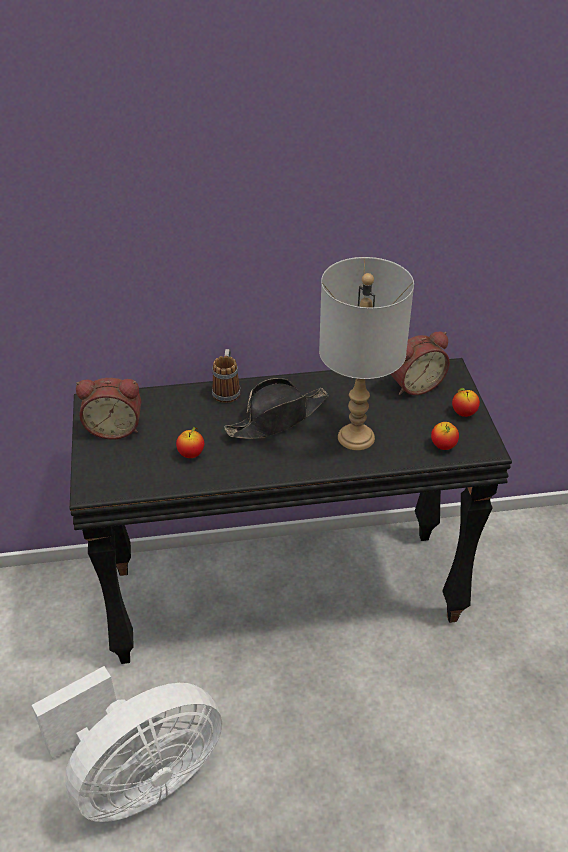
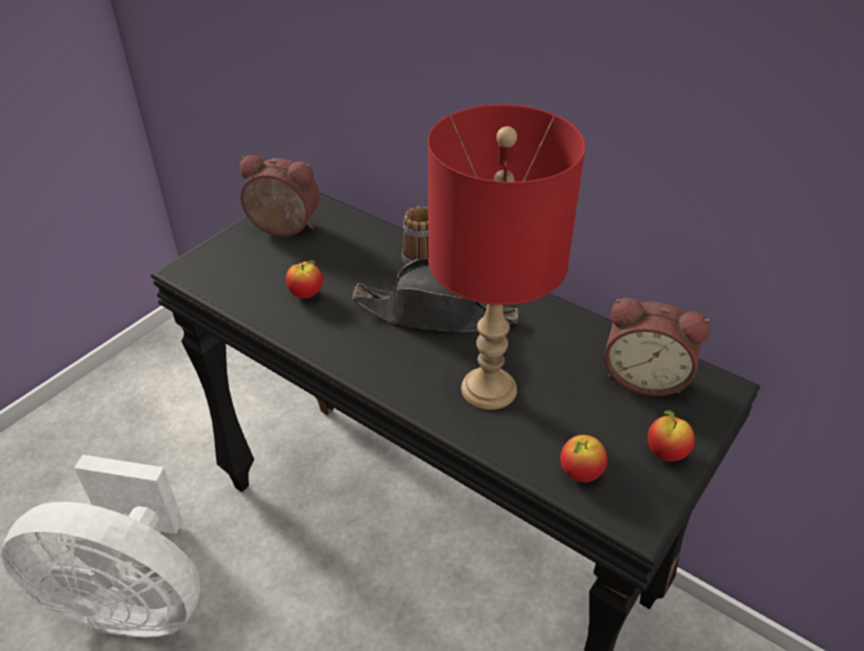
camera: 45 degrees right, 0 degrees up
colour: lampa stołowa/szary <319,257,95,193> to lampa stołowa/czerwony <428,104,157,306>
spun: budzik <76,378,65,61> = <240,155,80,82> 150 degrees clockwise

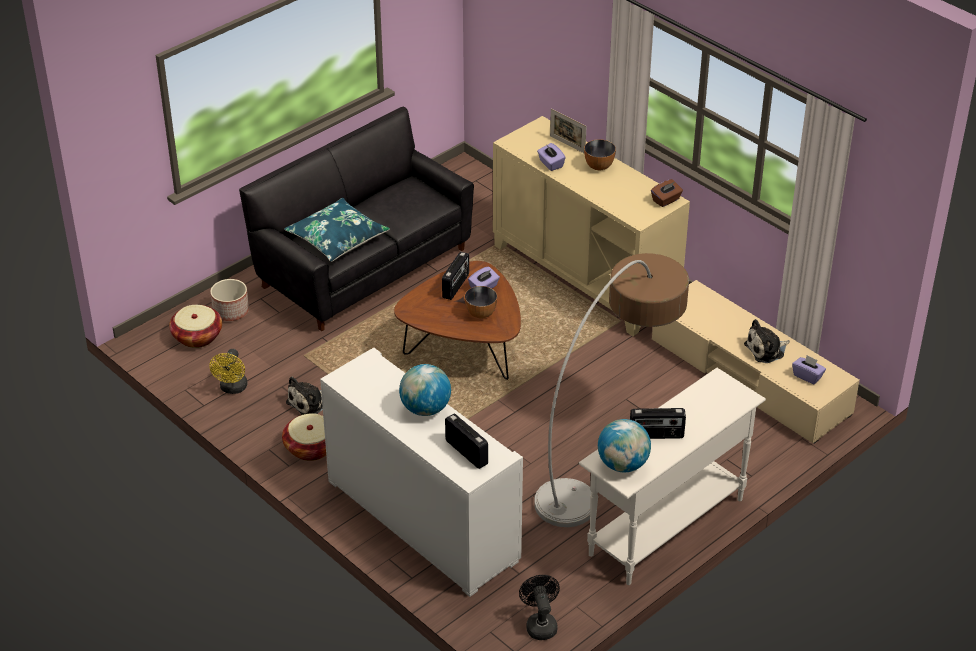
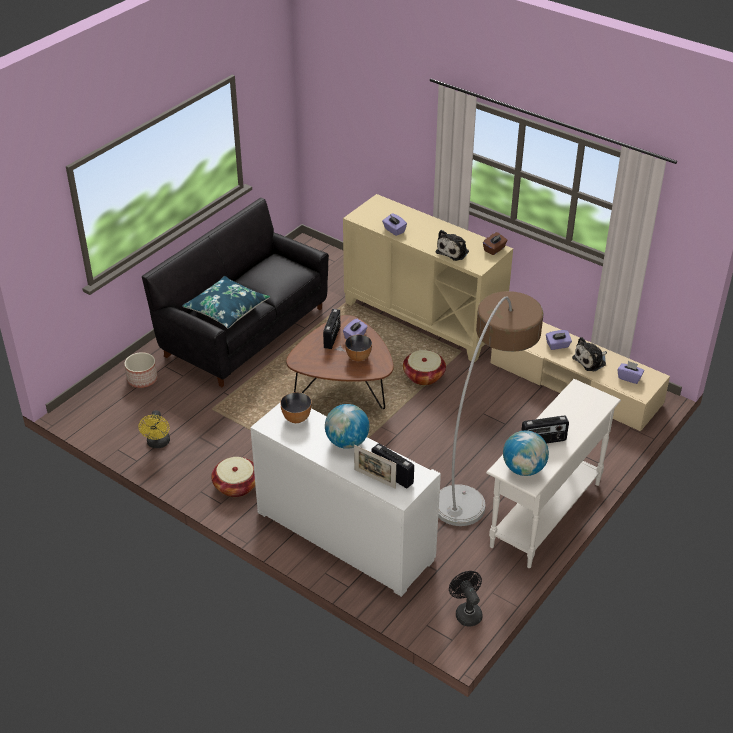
camera: 10 degrees left, 0 degrees up
appeared: pudełko chusteczek/fioletowy <546,330,26,20>
relocated: ramka na zdjęcie <550,108,37,45> to <354,445,42,44>; miska <584,139,32,31> to <280,392,32,31>; koszyk <169,305,53,43> to <403,350,43,35>; pluszak <286,377,37,38> to <436,230,33,31>

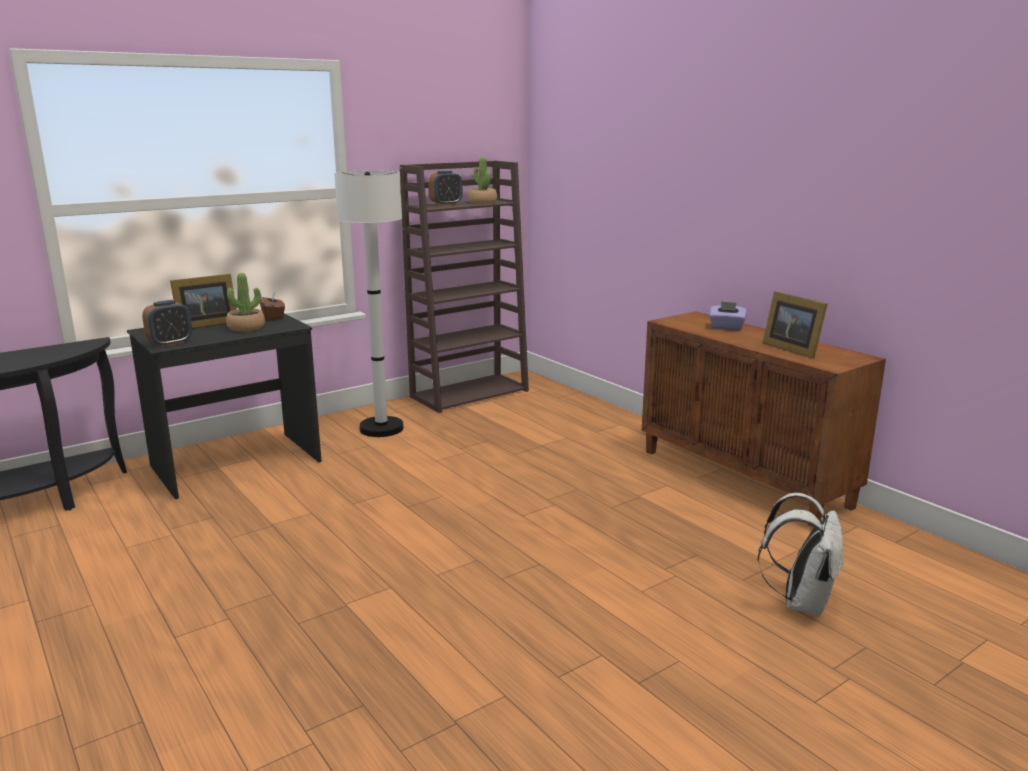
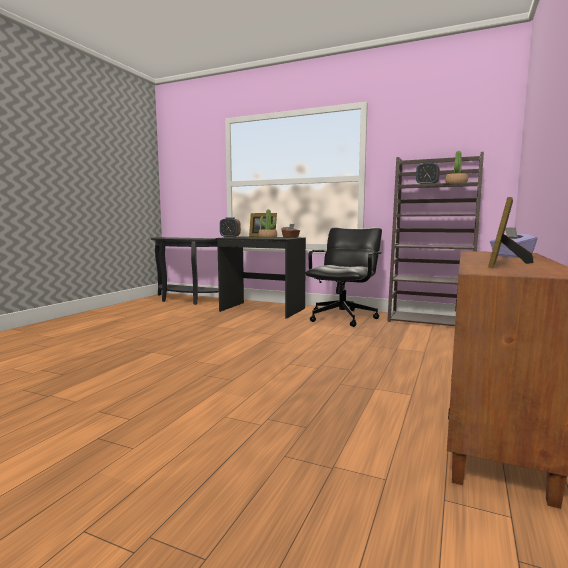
camera: 60 degrees right, 10 degrees down
missing: plecak/biały <758,493,86,124>
exchanged: lampa stojąca/biały <334,170,70,267> to krzesło biurowe/czarny <305,227,77,100>

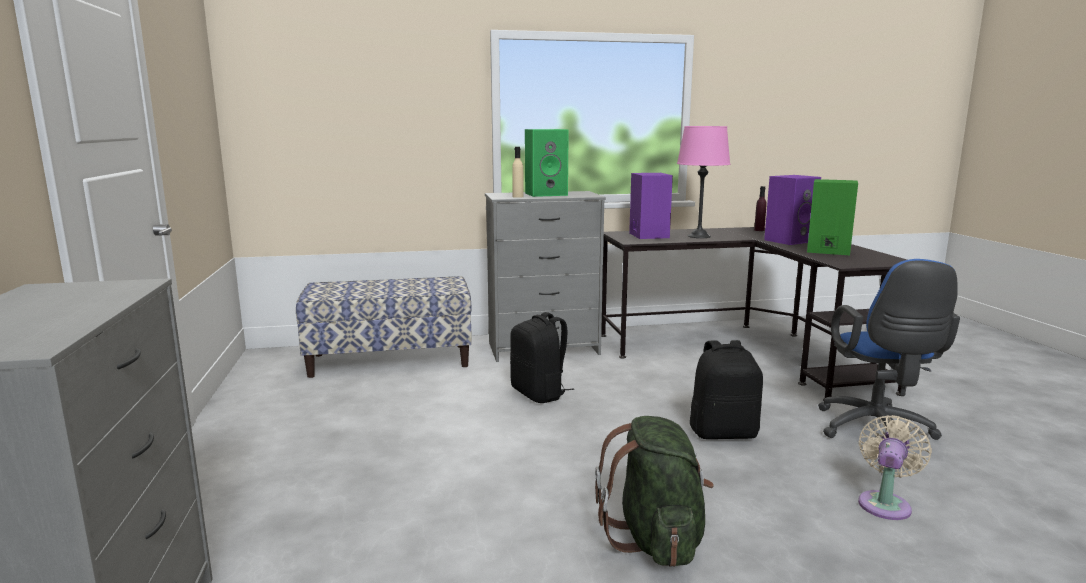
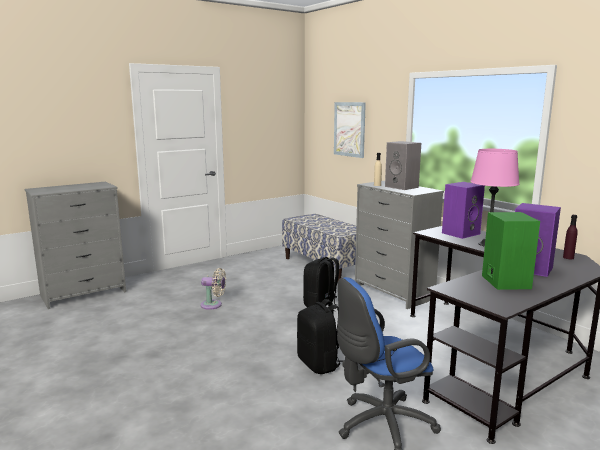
camera: 65 degrees right, 0 degrees up
missing: plecak/zielony <595,416,119,151>
appeared: obraz <334,102,32,56>
relocated: wentylator/beżowy <858,415,74,105> to <200,268,26,42>
colour: głośnik/zielony <525,129,44,68> to głośnik/szary <385,141,36,49>

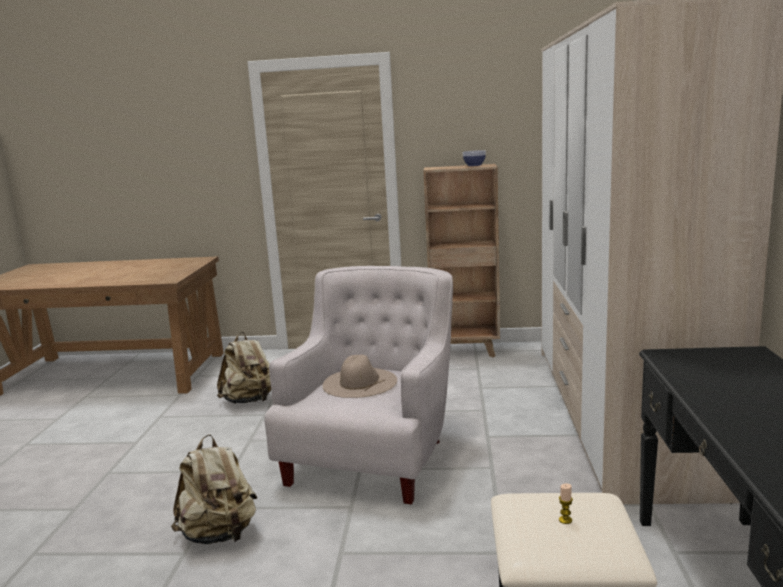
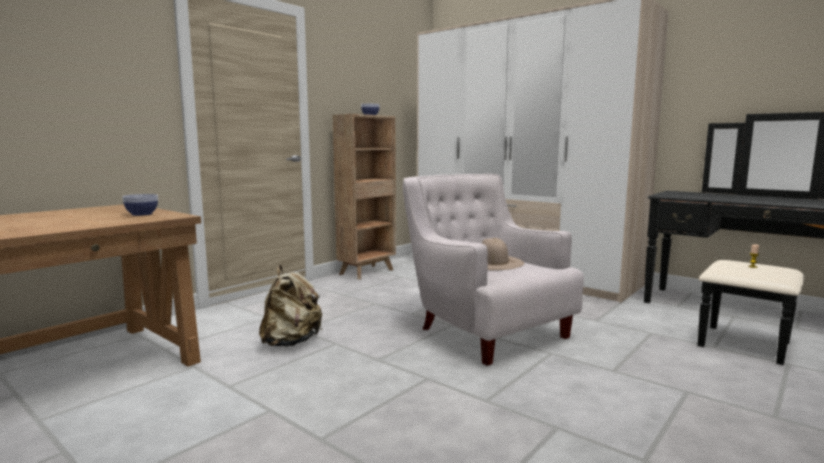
camera: 55 degrees left, 5 degrees down
missing: plecak/beżowy <171,434,87,110>
appeared: miska <122,194,36,22>

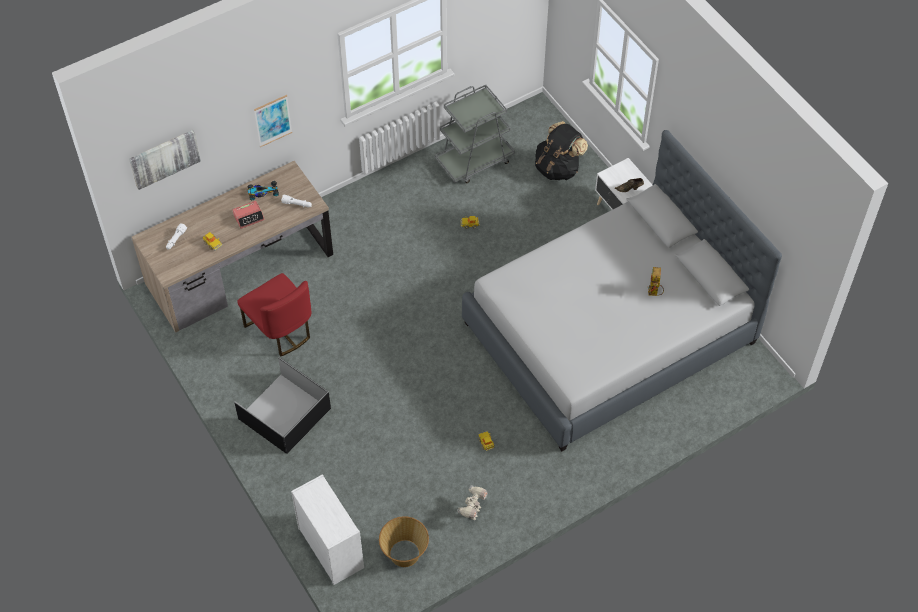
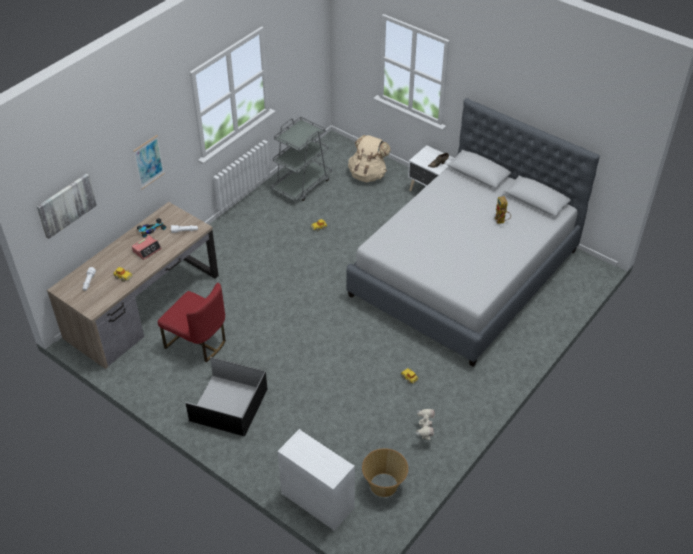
camera: 20 degrees left, 10 degrees down
colour: plecak/czarny <535,121,53,59> to plecak/beżowy <348,135,43,47>

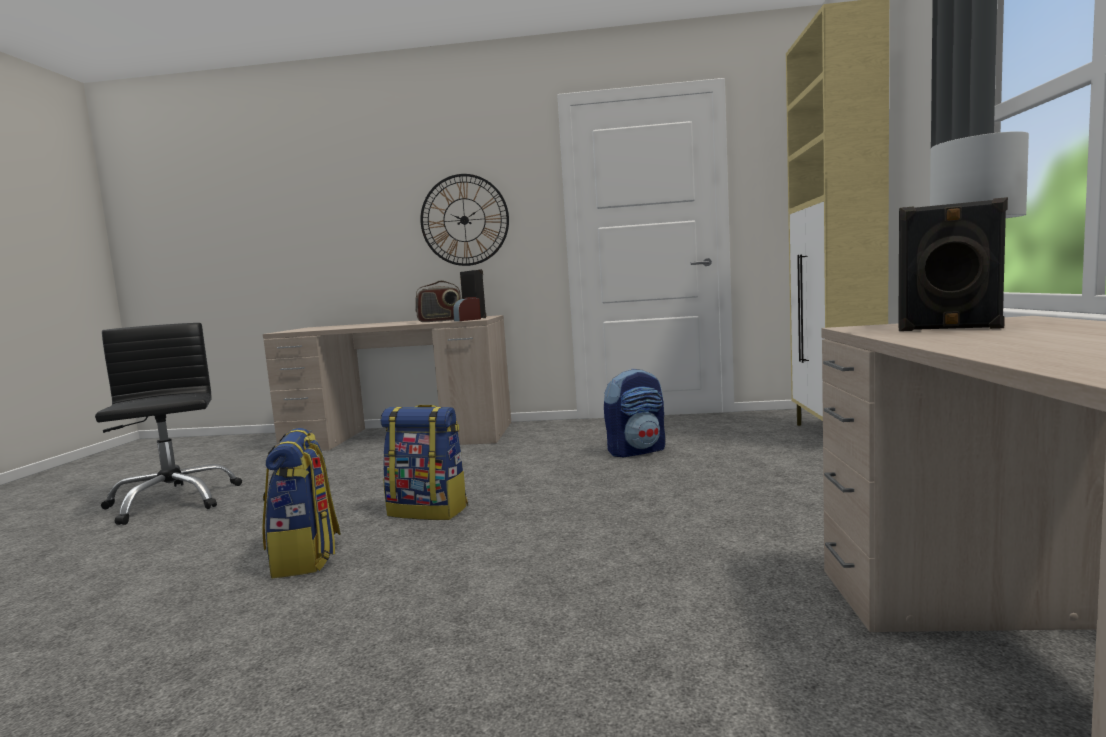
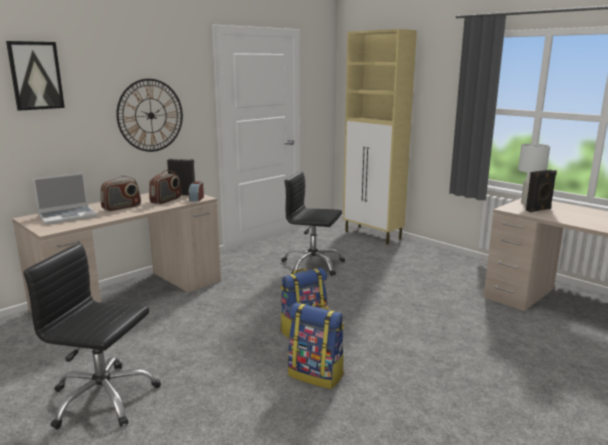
camera: 50 degrees left, 10 degrees up
appeared: obraz <6,41,59,70>; laptop <32,173,65,52>; radio <101,176,40,35>
exchanged: plecak <604,369,61,88> to krzesło biurowe/czarny <281,171,64,105>

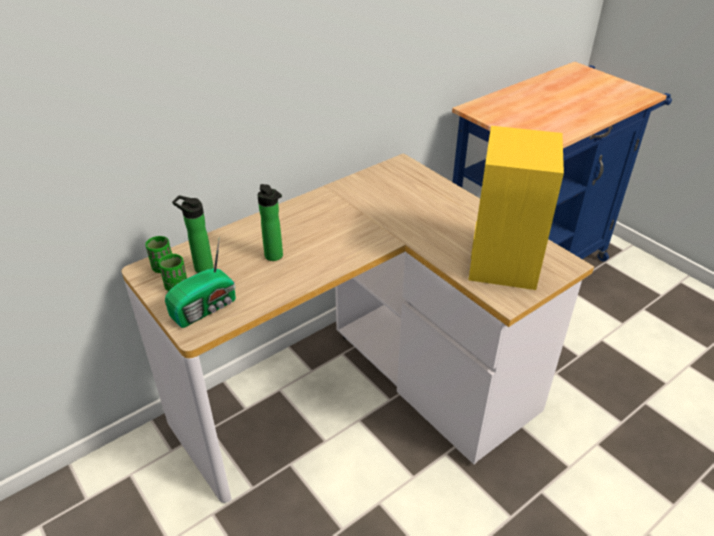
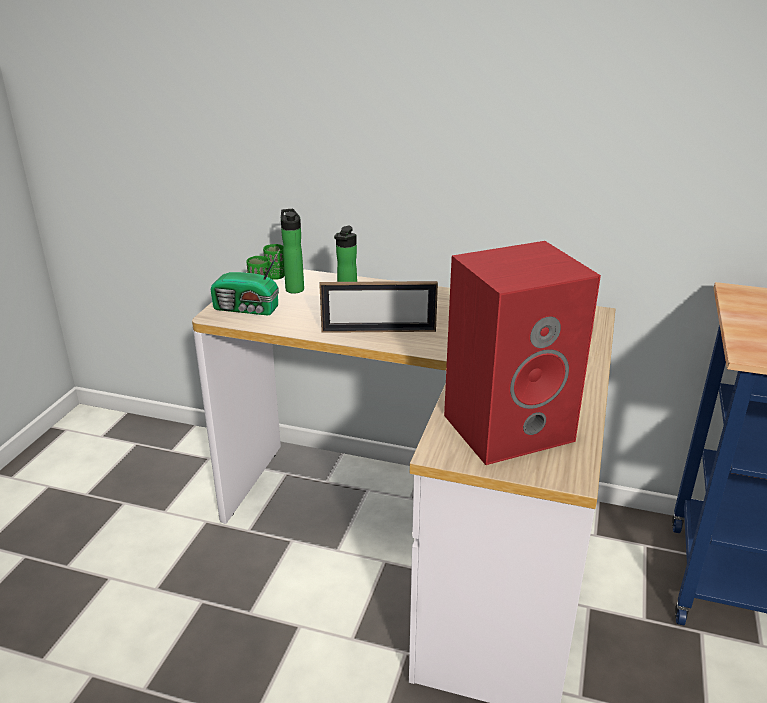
camera: 55 degrees right, 10 degrees down
appeared: ramka na zdjęcie <319,281,119,52>
colour: głośnik/żółty <468,126,96,164> to głośnik/czerwony <444,241,157,224>

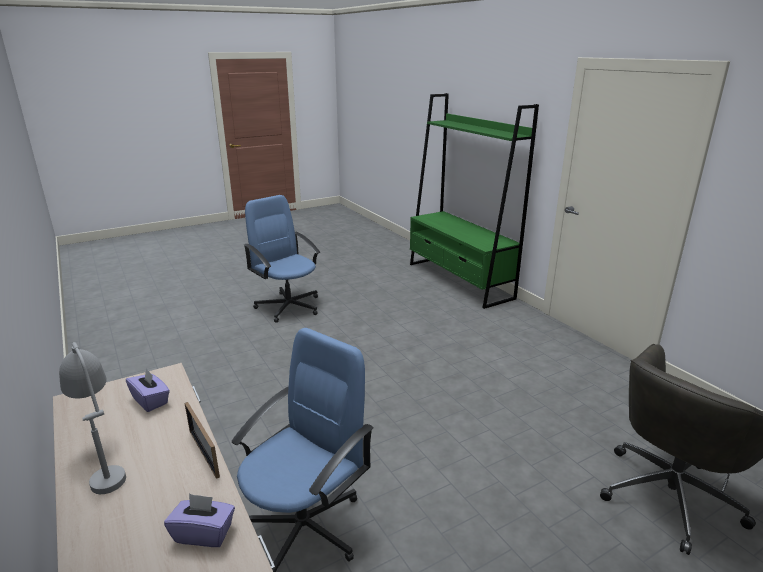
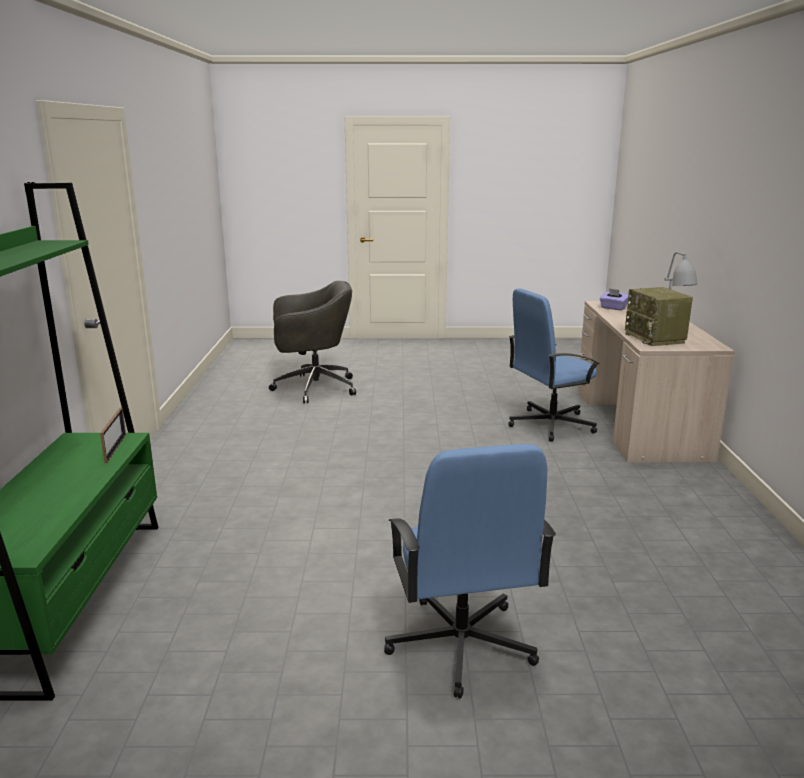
camera: 150 degrees left, 5 degrees down
relocated: ramka na zdjęcie <185,402,35,77> to <100,408,26,55>
exchanged: pudełko chusteczek/fioletowy <126,368,44,44> to radio <625,287,68,59>

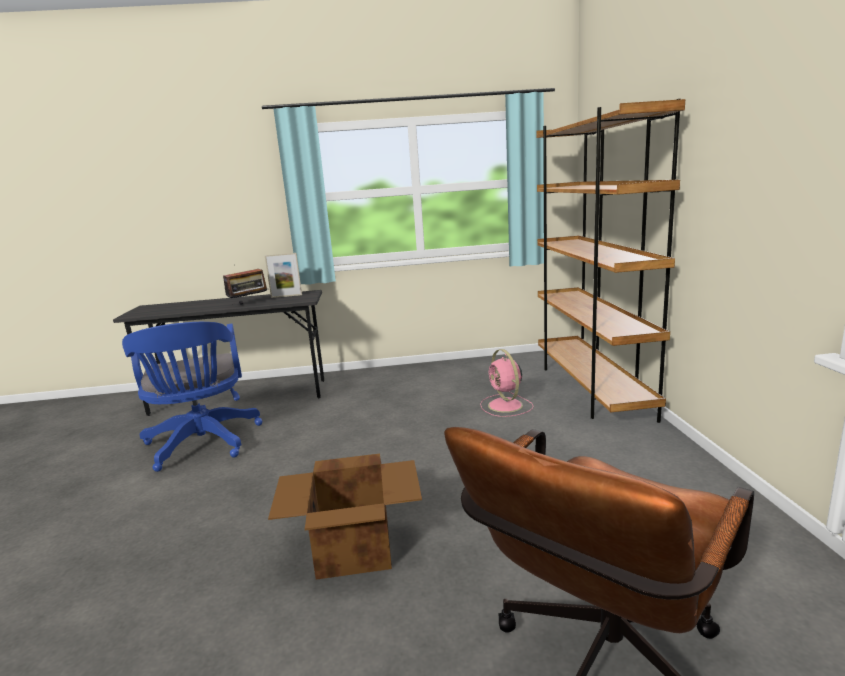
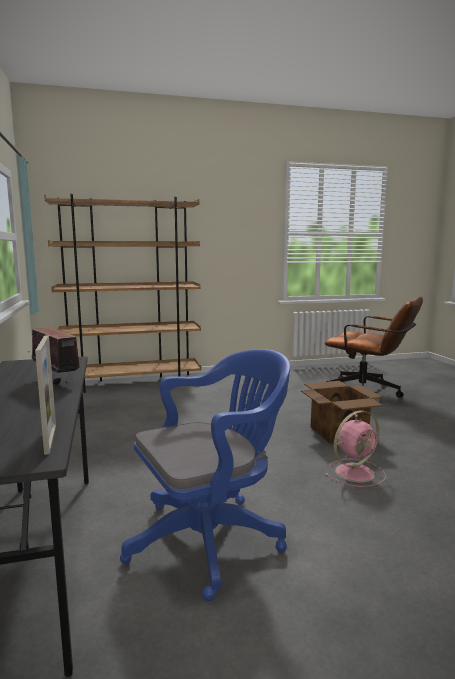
camera: 100 degrees left, 5 degrees down
relocated: ramka na zdjęcie <265,253,37,45> to <35,335,21,120>; wentylator/różowy <480,349,53,68> to <325,410,61,77>

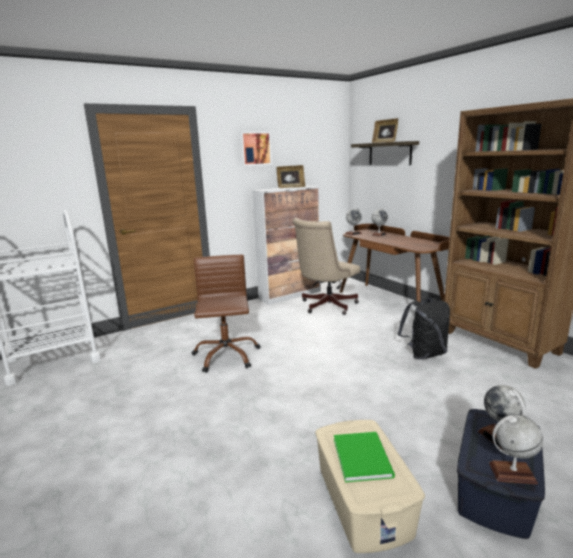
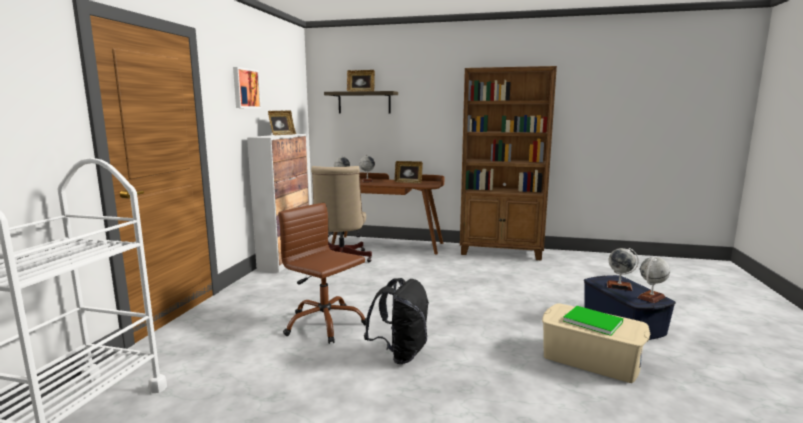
camera: 45 degrees left, 5 degrees down
appeared: ramka na zdjęcie <394,161,29,22>
relocated: plecak/czarny <398,298,52,61> to <364,278,65,86>

